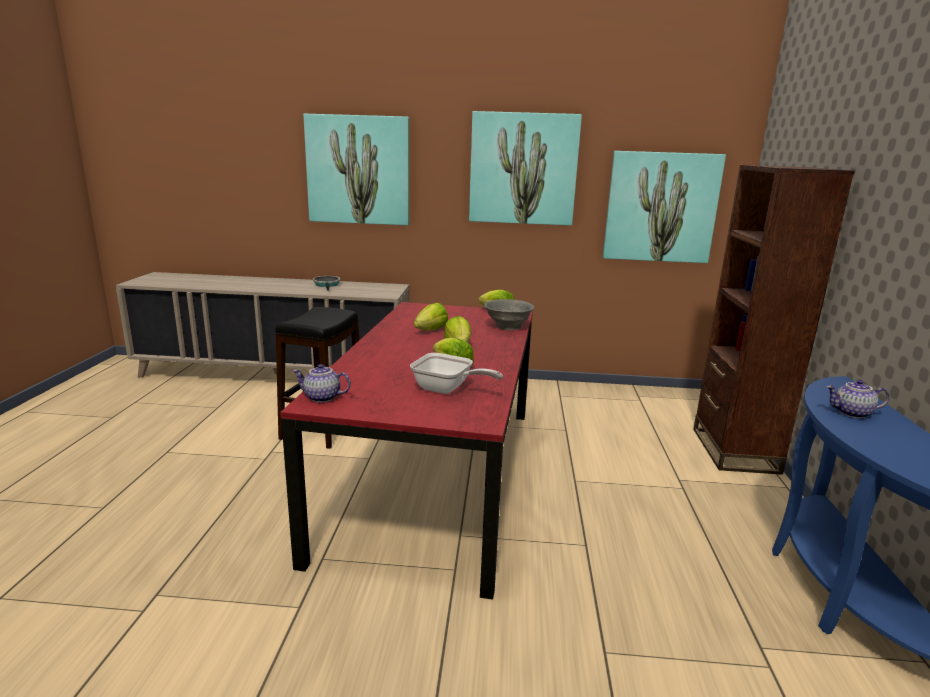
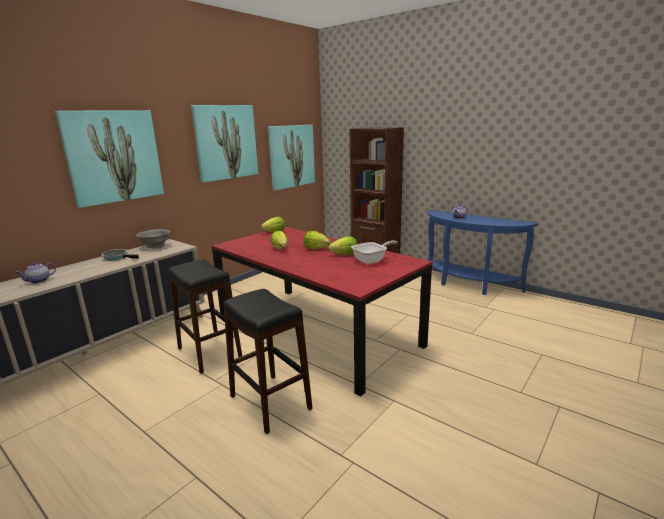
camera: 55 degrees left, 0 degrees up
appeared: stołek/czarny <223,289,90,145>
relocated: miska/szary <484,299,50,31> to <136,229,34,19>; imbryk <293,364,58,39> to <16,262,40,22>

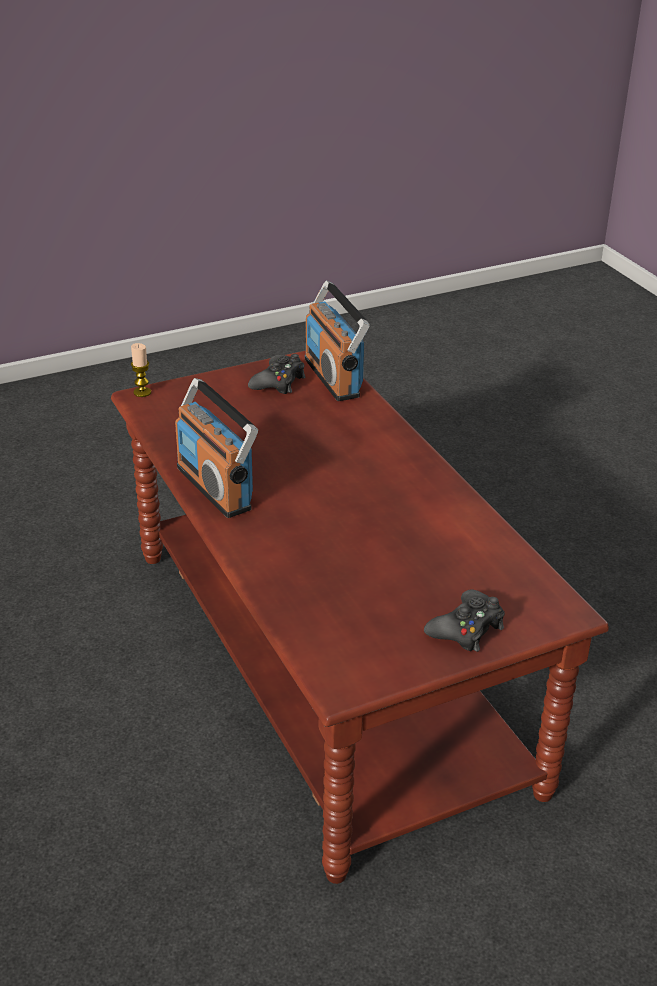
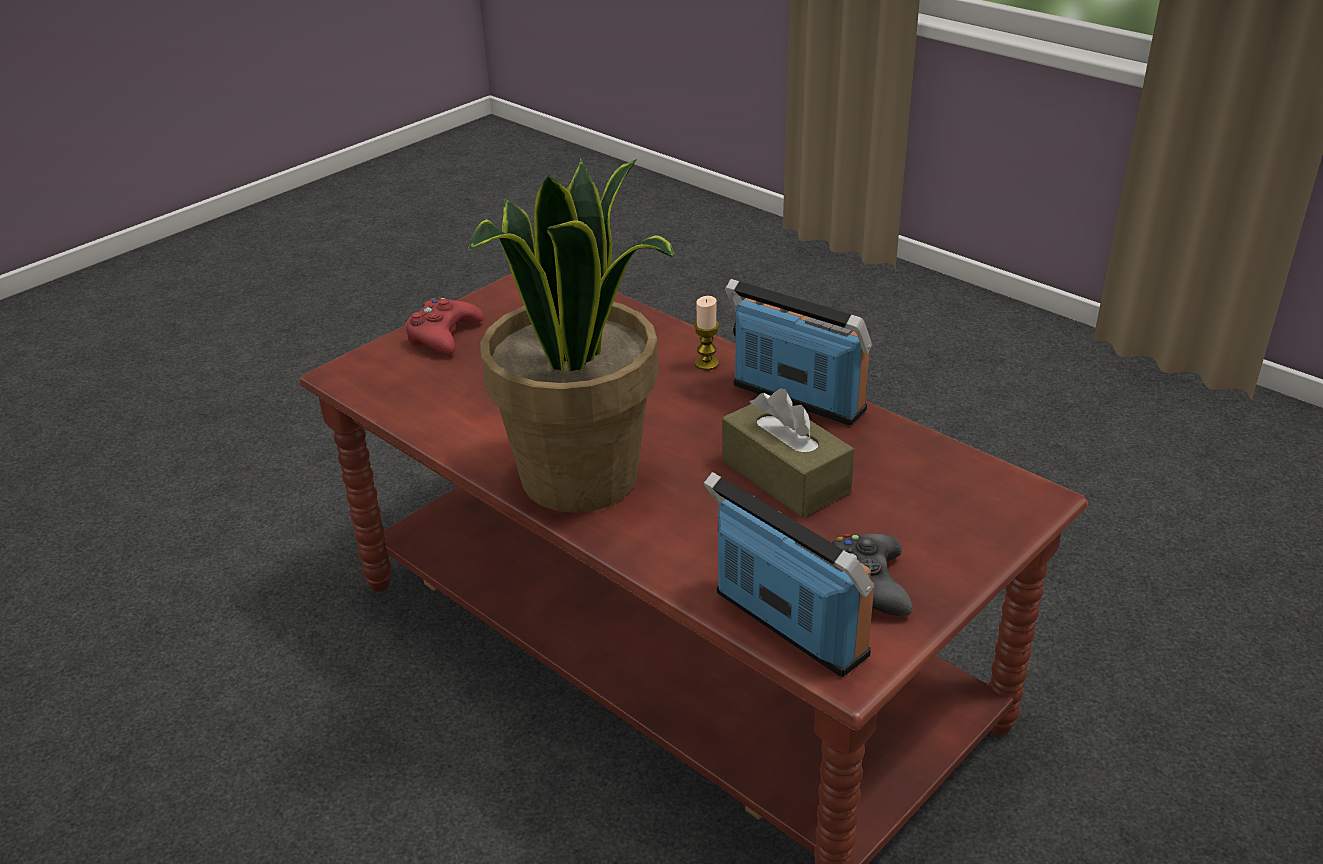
camera: 160 degrees right, 0 degrees up
appeared: roślina doniczkowa <468,159,208,354>; pudełko chusteczek/brązowy <722,388,132,130>
relocated: świeca <131,343,20,54> to <694,296,25,74>
colour: pad do gier/czarny <424,589,81,63> to pad do gier/czerwony <406,298,78,57>

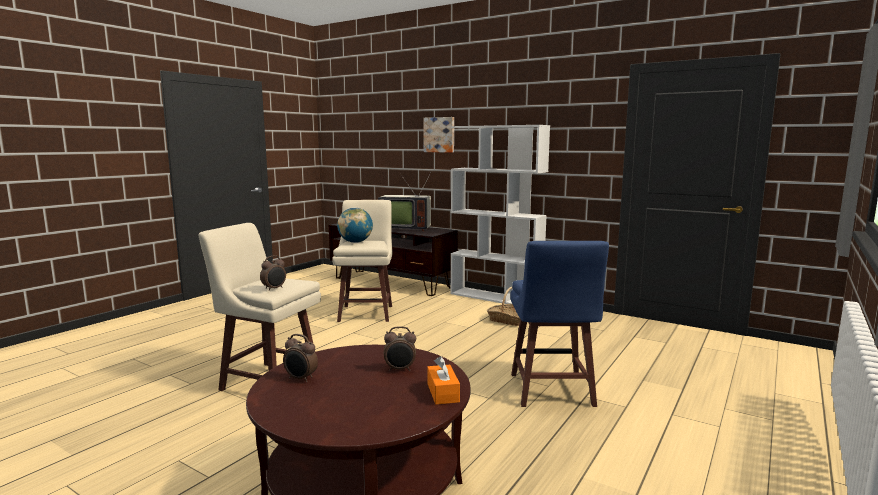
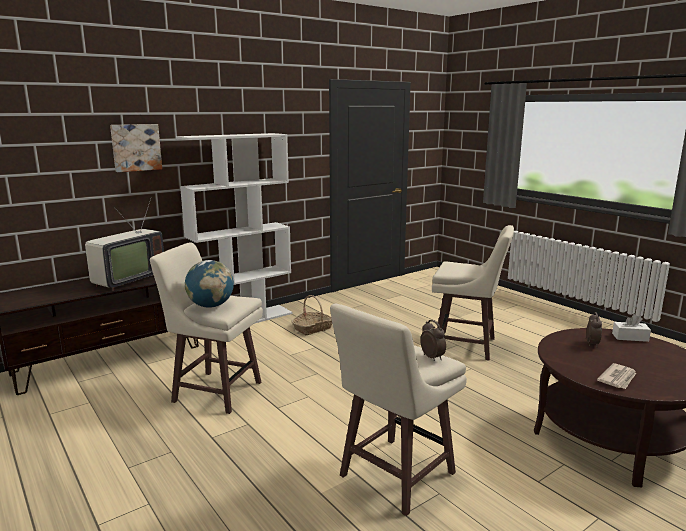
camera: 70 degrees left, 5 degrees up
exchanged: budzik <283,334,35,48> to gazeta <597,363,39,26>
colour: stołek/niebieski <510,241,99,166> to stołek/beżowy <432,225,82,135>; pudełko chusteczek/pomarańczowy <427,356,33,49> to pudełko chusteczek/biały <612,314,39,28>

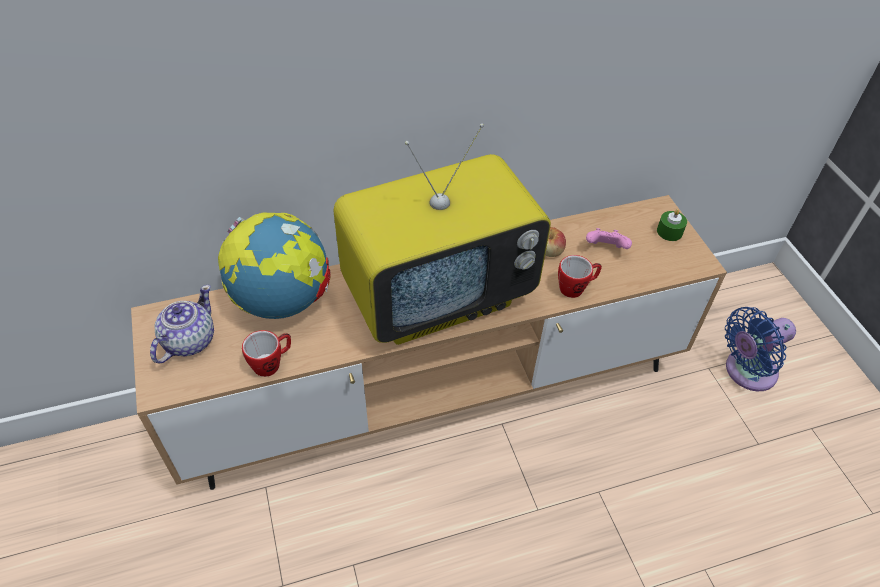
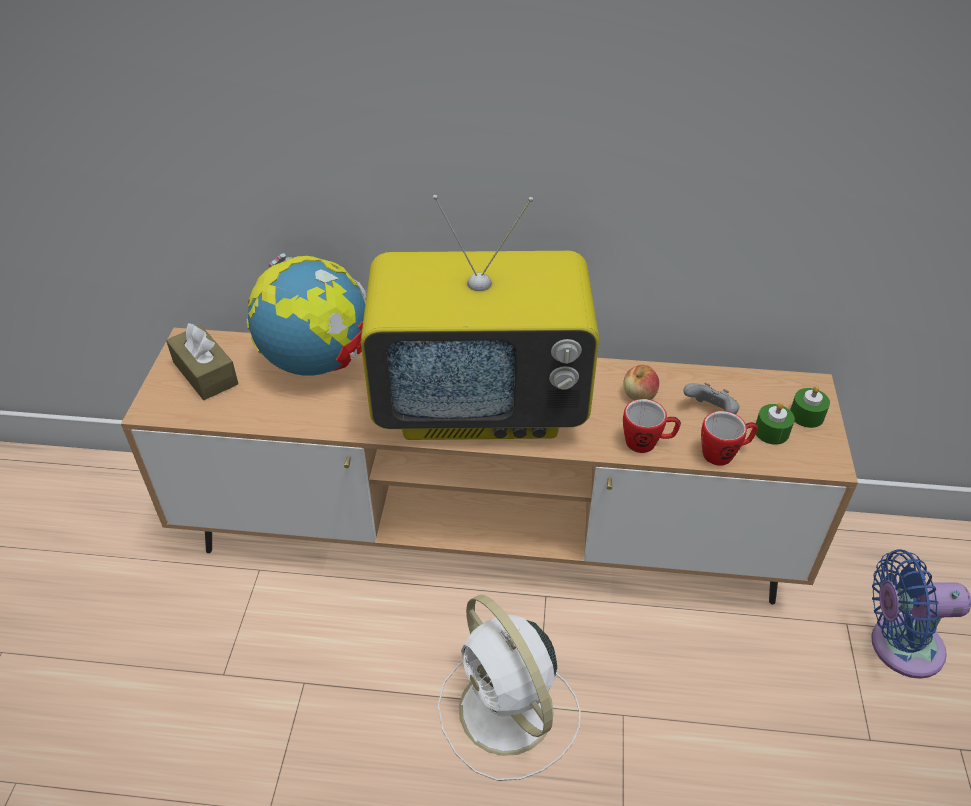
camera: 25 degrees right, 5 degrees down
appeared: świeca/zielony <756,402,39,43>; wentylator/biały <438,595,143,186>
relocated: kubek <242,330,49,47> to <701,411,57,55>
exchanged: imbryk <150,285,64,79> to pudełko chusteczek/brązowy <166,323,72,77>
colour: pad do gier/różowy <586,228,46,21> to pad do gier/szary <683,383,57,31>

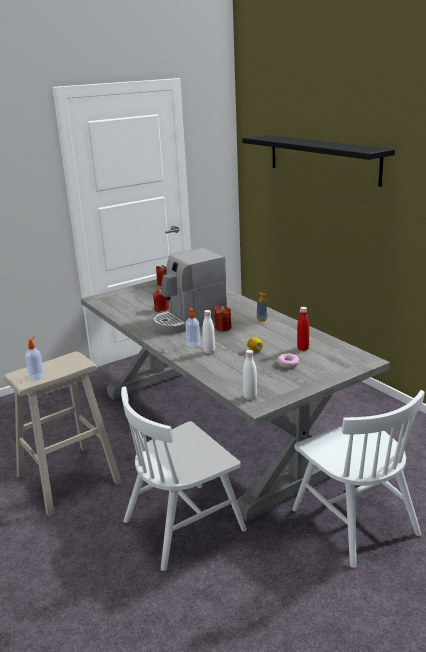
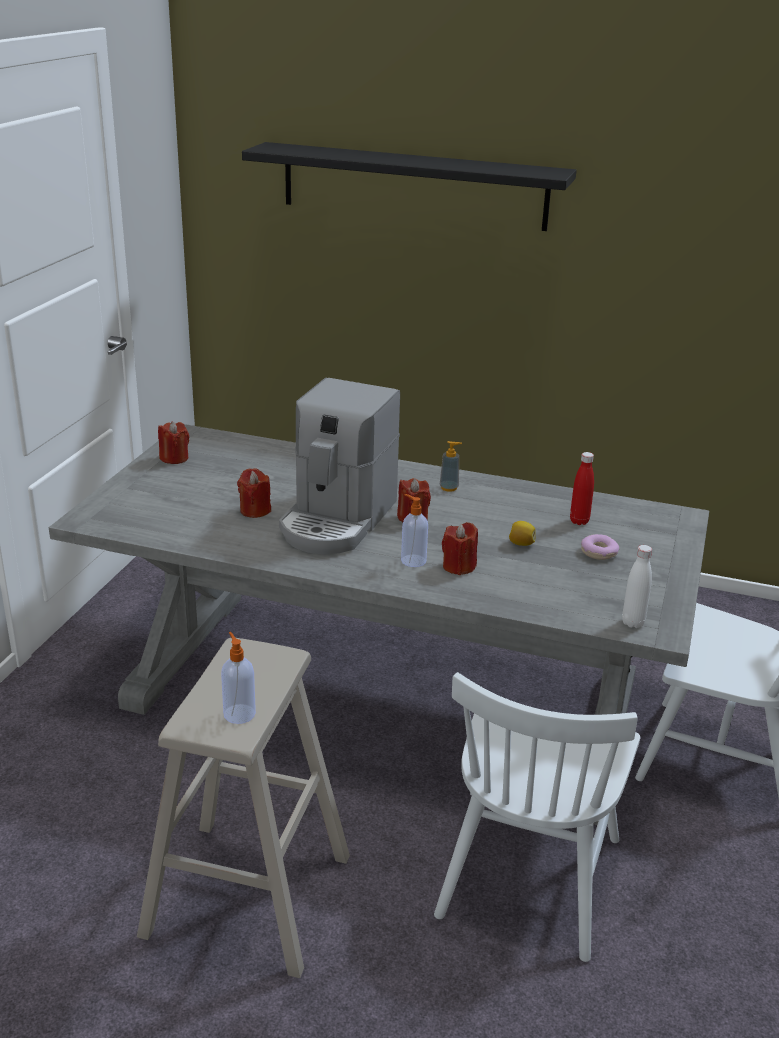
camera: 40 degrees left, 5 degrees up
exchanged: butelka/biały <202,310,13,44> to świeca/czerwony <442,522,36,53>

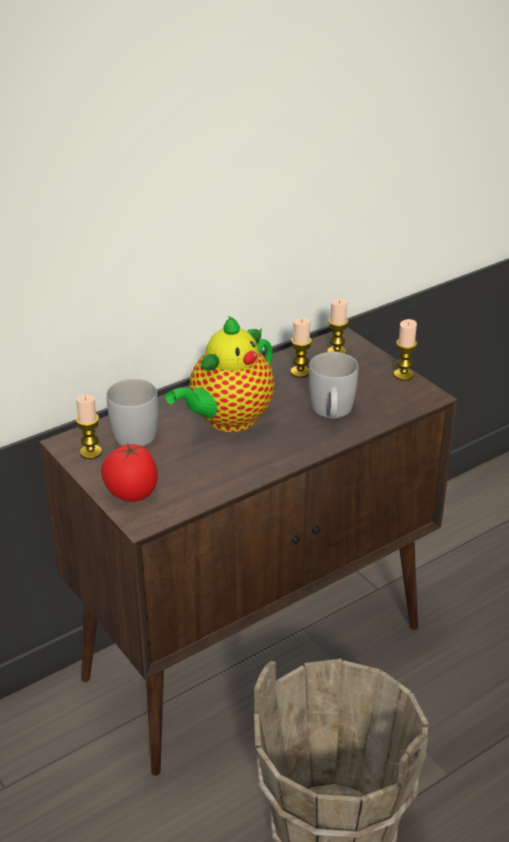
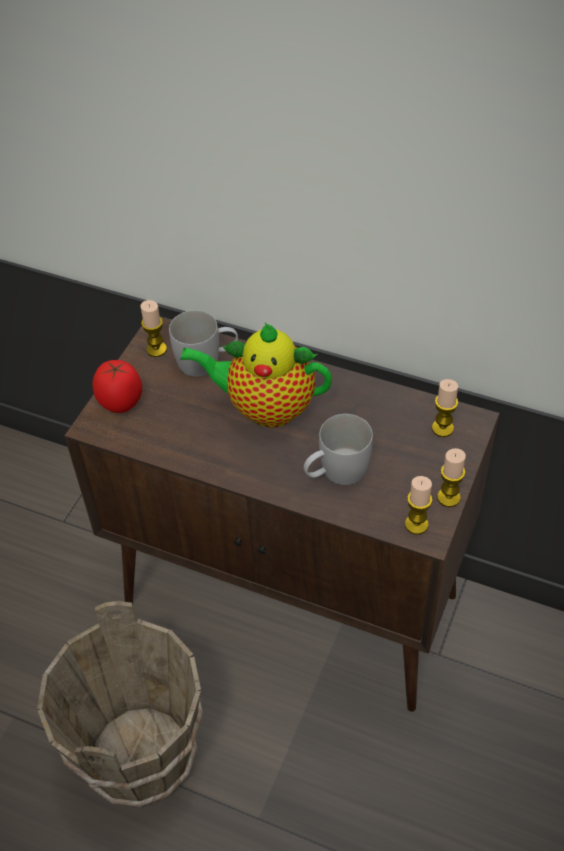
camera: 60 degrees right, 15 degrees up
relocated: świeca <290,318,22,60> to <405,476,27,59>

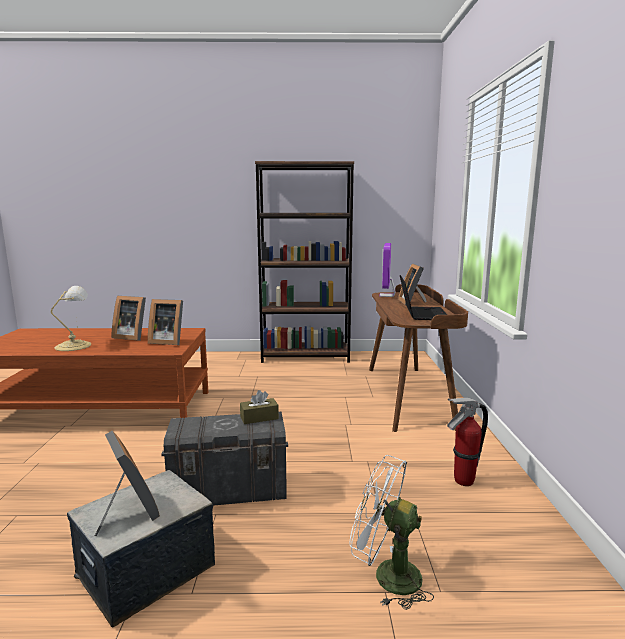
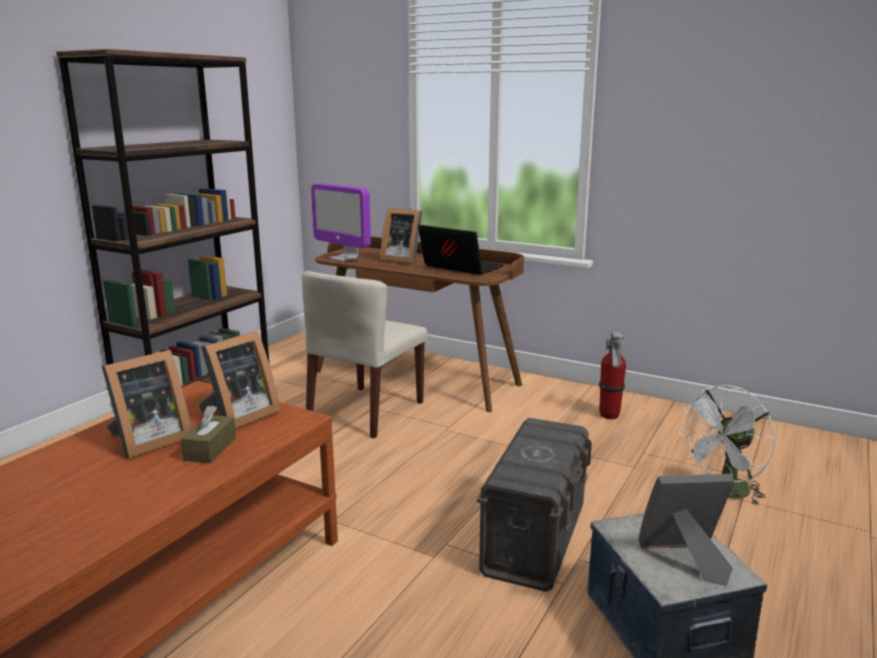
camera: 60 degrees left, 5 degrees up
missing: lampa stołowa <51,286,40,65>
appeared: krzesło/beżowy <302,271,126,167>
relocated: pudełko chusteczek/brązowy <240,390,39,34> to <181,405,55,58>

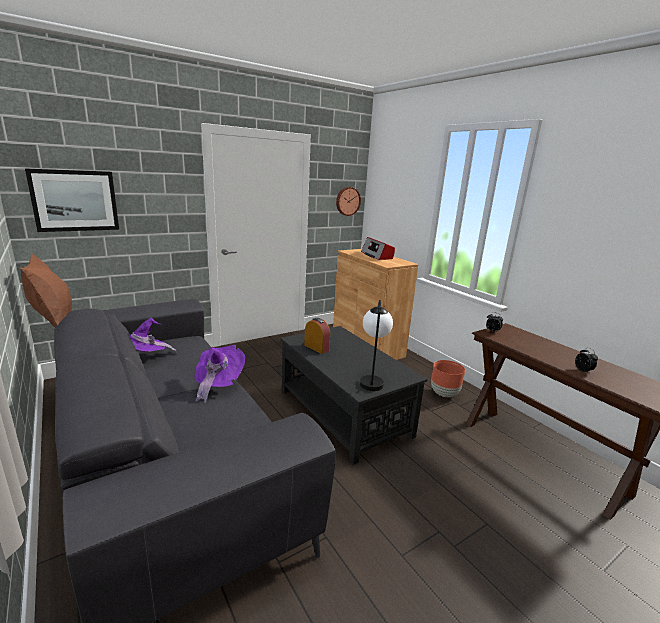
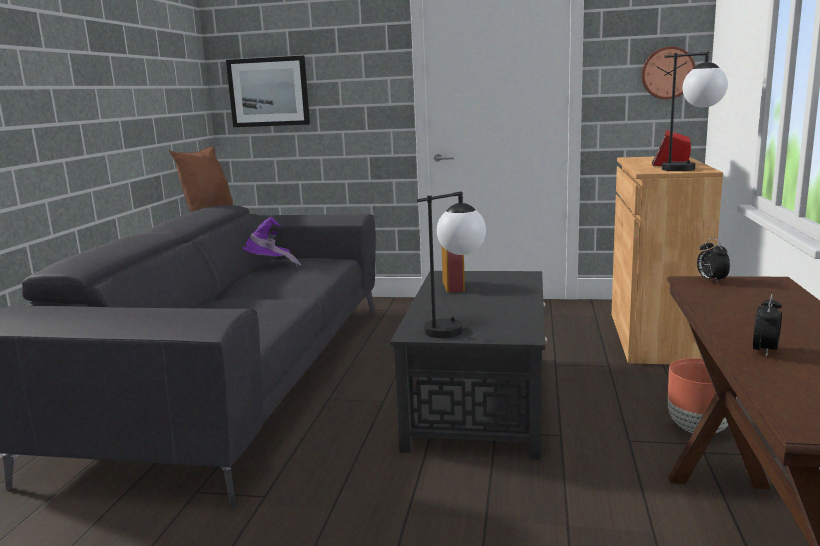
camera: 45 degrees right, 5 degrees down
missing: kapelusz/fioletowy <195,345,50,58>
appeared: lampa stołowa <662,52,66,119>

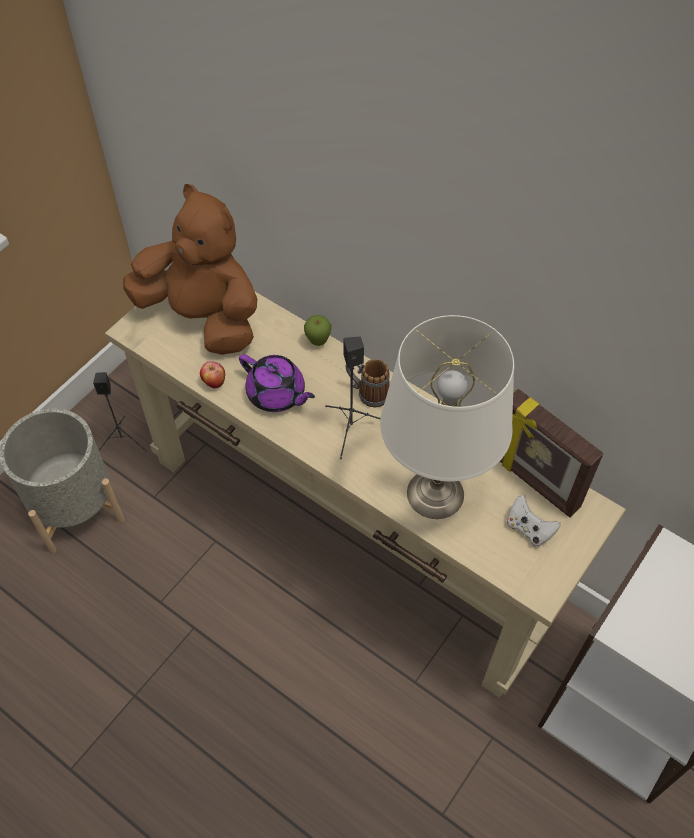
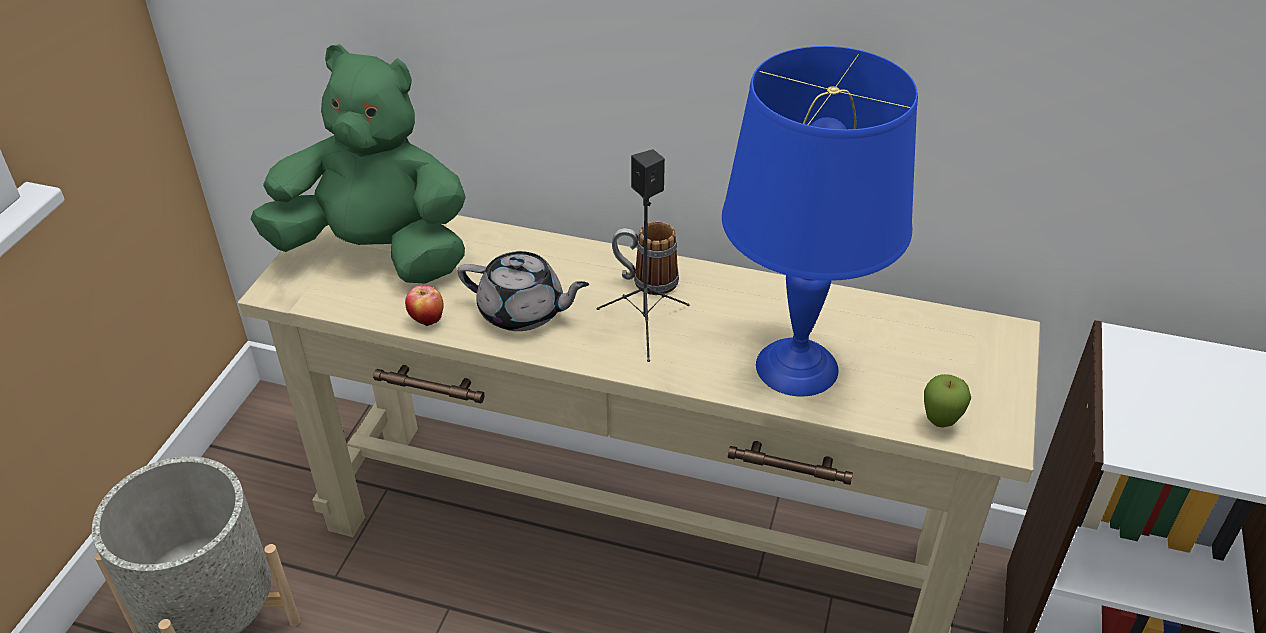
camera: 20 degrees left, 15 degrees down
missing: głośnik/czarny <93,372,54,79>; ramka na zdjęcie <500,389,104,129>; pad do gier/biały <507,494,54,53>
relocated: jabłko <304,315,27,31> to <924,374,47,53>
colour: pluszak/brązowy <123,184,134,171> to pluszak/zielony <250,44,216,240>; lampa stołowa/biały <380,315,134,204> to lampa stołowa/niebieski <722,46,196,350>; imbryk/fioletowy <239,354,76,58> to imbryk/szary <458,251,131,80>

